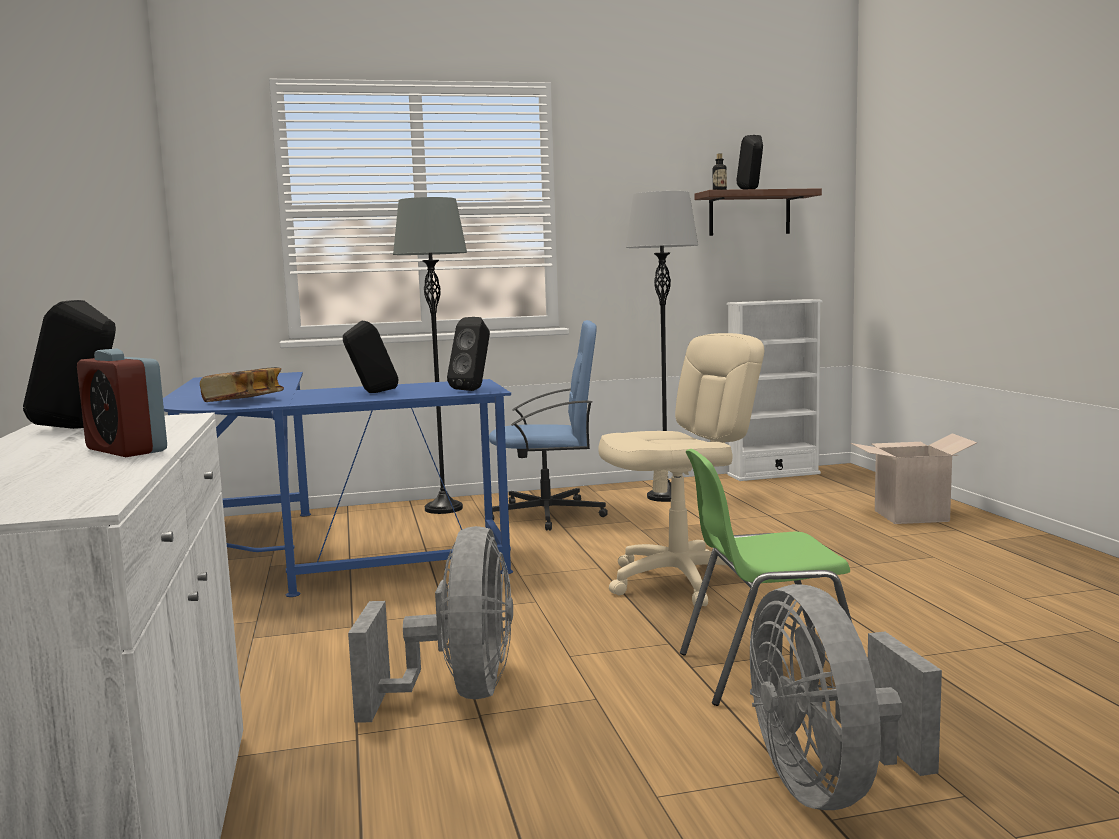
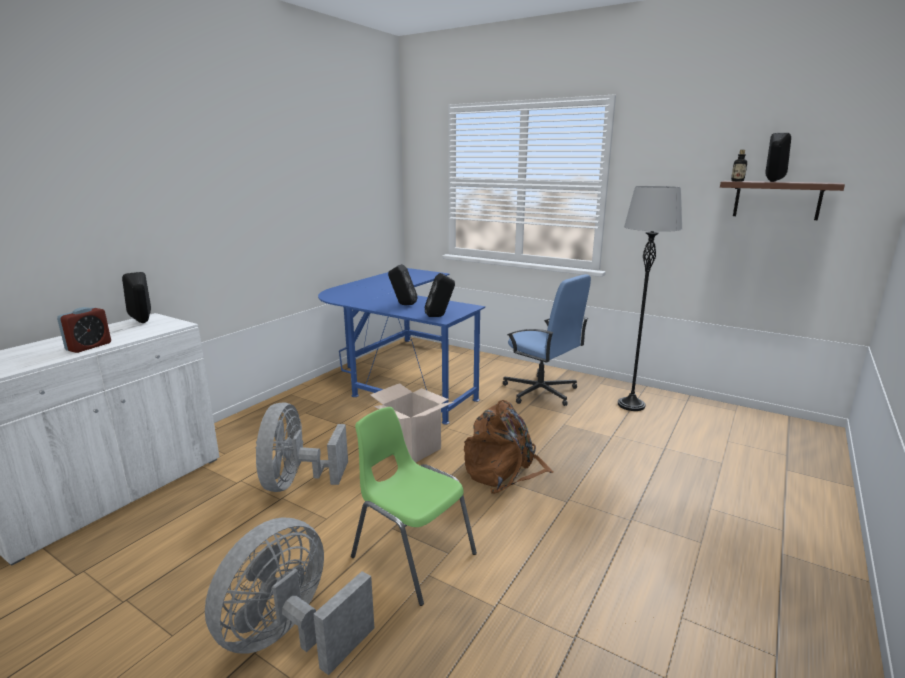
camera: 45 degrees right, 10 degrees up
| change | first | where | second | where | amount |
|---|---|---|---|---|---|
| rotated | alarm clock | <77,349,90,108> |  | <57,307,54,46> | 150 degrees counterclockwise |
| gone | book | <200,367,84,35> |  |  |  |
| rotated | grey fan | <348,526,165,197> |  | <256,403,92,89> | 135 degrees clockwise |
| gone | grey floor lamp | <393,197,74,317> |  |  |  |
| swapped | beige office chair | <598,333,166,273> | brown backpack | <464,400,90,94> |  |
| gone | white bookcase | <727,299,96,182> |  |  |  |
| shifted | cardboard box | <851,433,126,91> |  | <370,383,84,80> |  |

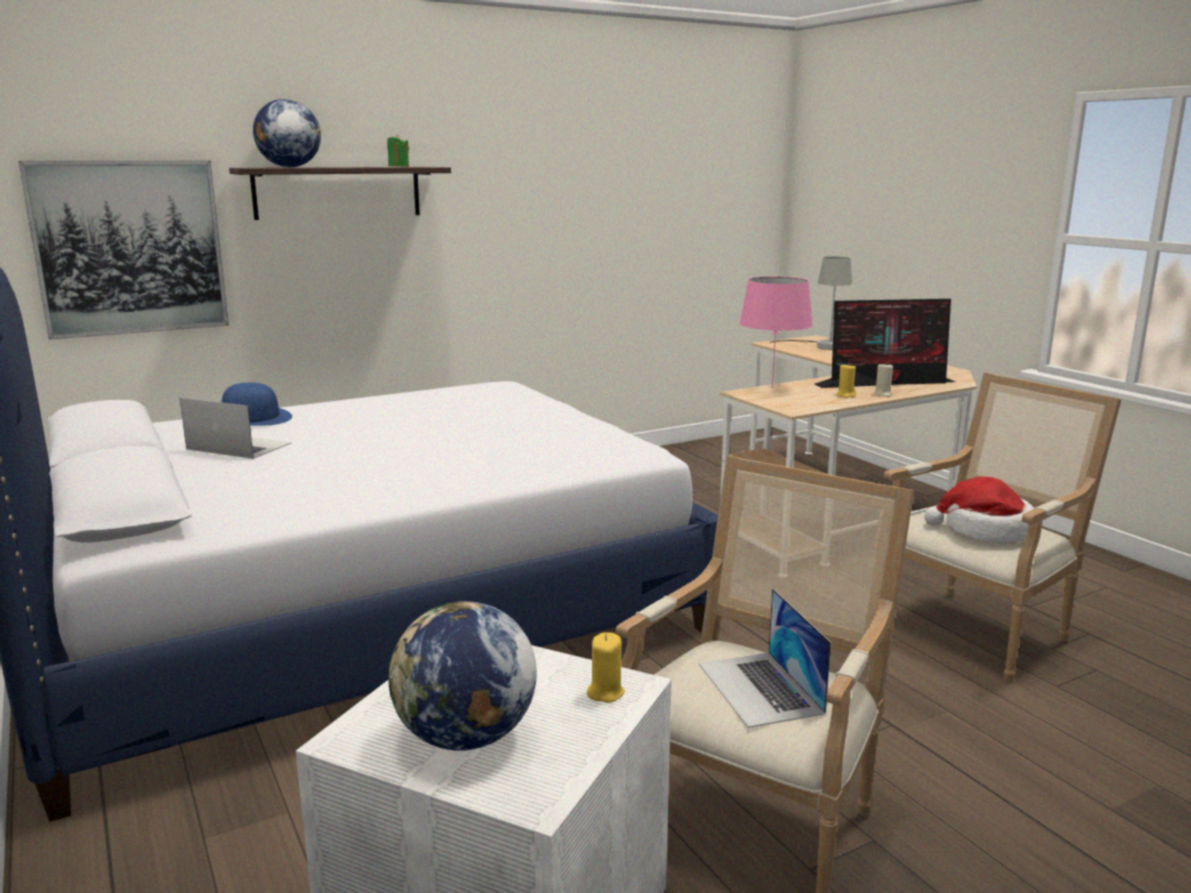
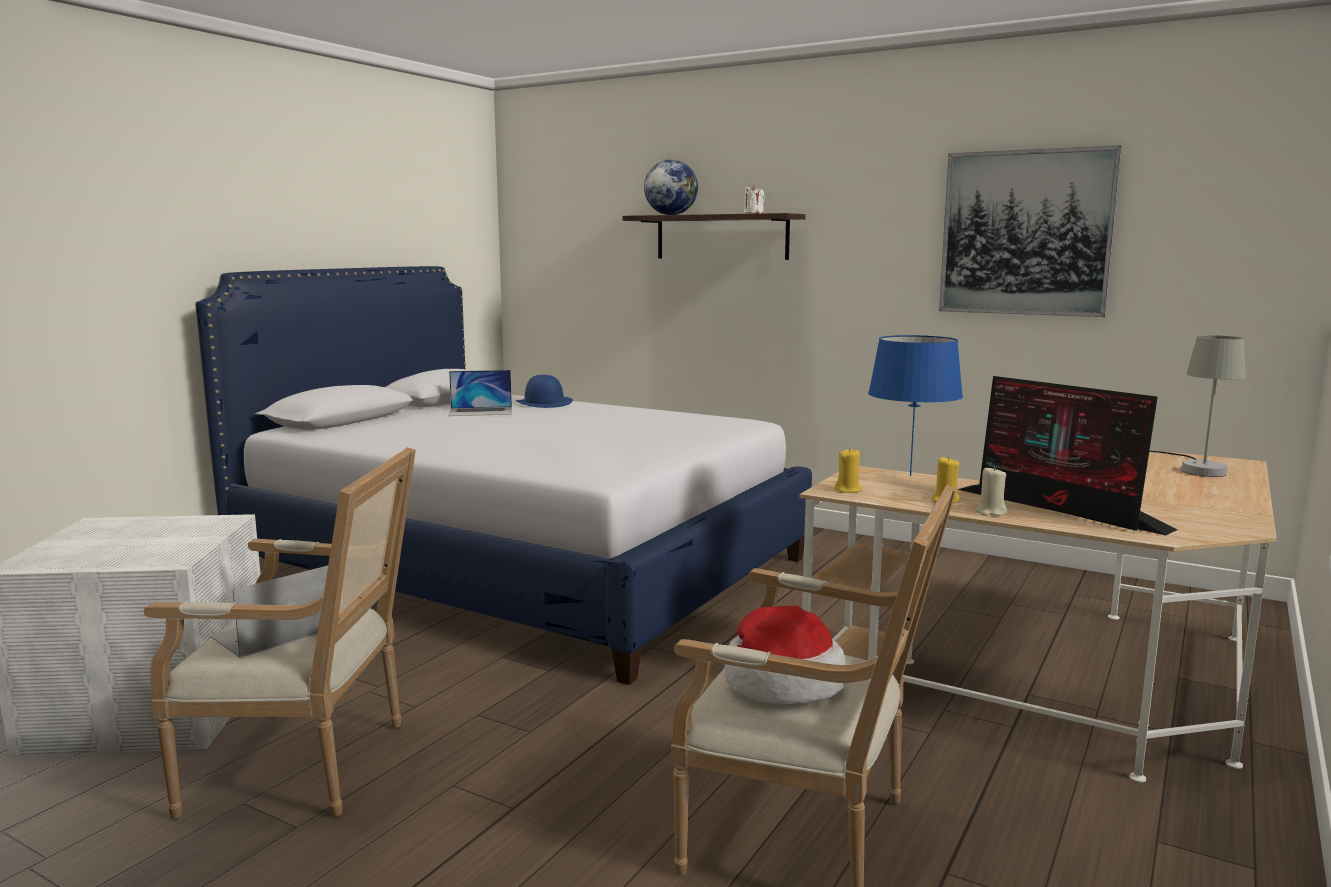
camera: 60 degrees right, 5 degrees down
| change | first | where | second | where | amount |
|---|---|---|---|---|---|
| shifted | picture | <19,161,210,179> |  | <939,145,183,172> |  |
| rotated | laptop | <180,398,111,61> |  | <448,370,64,46> | 90 degrees clockwise |
| repainted | green candle | <387,135,22,32> | white candle | <744,185,21,28> |  |
| gone | globe | <388,601,149,150> |  |  |  |
| shifted | yellow candle | <587,632,38,71> |  | <835,448,27,45> |  |
| repainted | pink table lamp | <740,277,73,111> | blue table lamp | <868,335,95,141> |  |

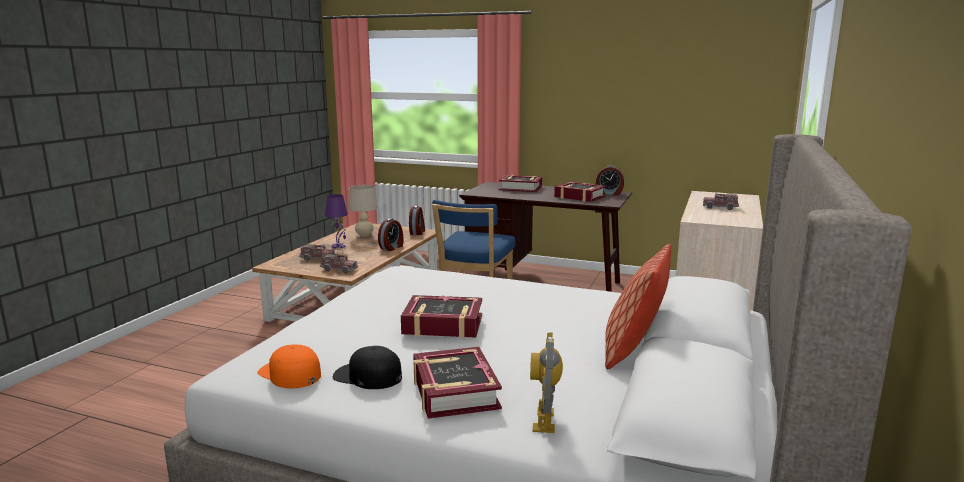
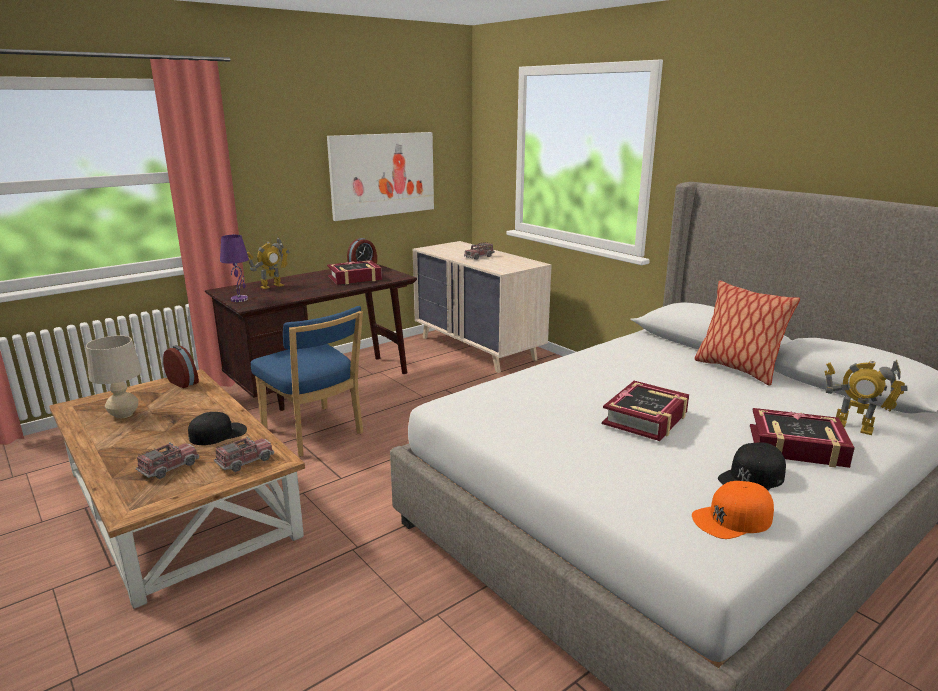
camera: 60 degrees left, 5 degrees up
| change | first | where | second | where | amount |
|---|---|---|---|---|---|
| shifted | purple table lamp | <325,194,23,55> |  | <220,235,29,67> |  |
| gone | alarm clock | <378,219,25,32> |  |  |  |
| swapped | book | <499,175,43,17> | toy robot | <247,237,43,52> |  |
| new |  |  | black cap | <188,412,59,33> |  |
| new |  |  | picture | <327,132,107,89> |  |

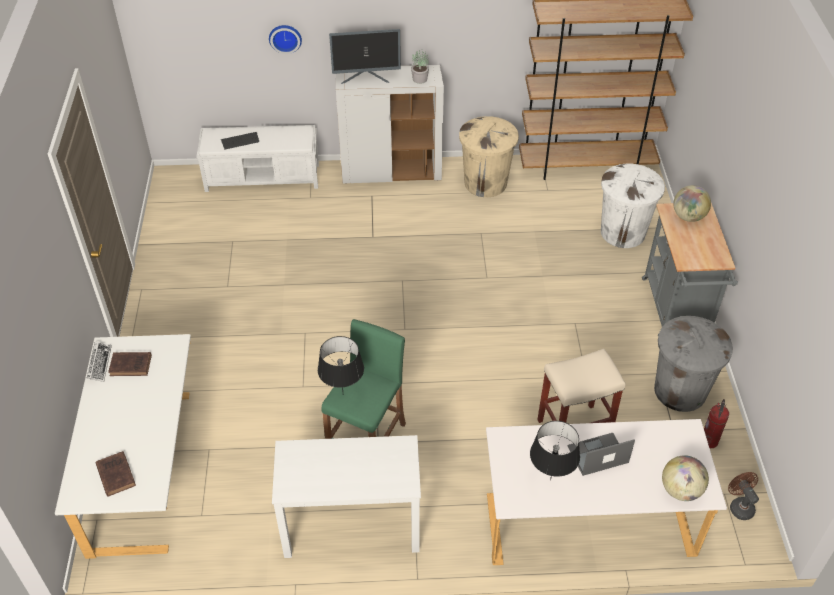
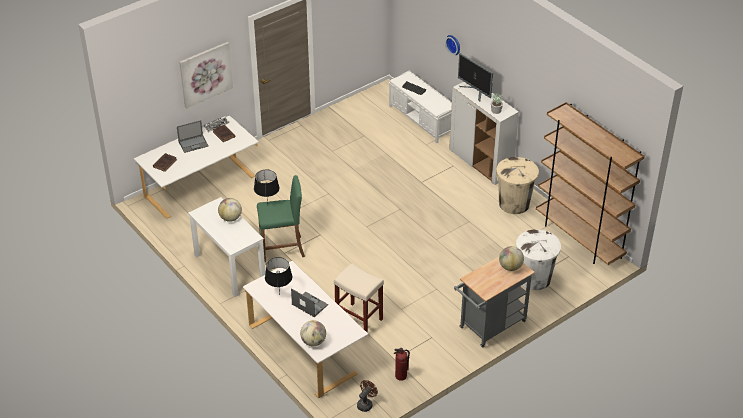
camera: 55 degrees right, 5 degrees down
| change | first | where | second | where | amount |
|---|---|---|---|---|---|
| gone | grey trash can | <654,316,79,96> |  |  |  |
| new |  |  | laptop | <177,120,32,33> |  |
| new |  |  | picture | <179,42,54,67> |  |
| new |  |  | globe | <218,198,24,24> |  |

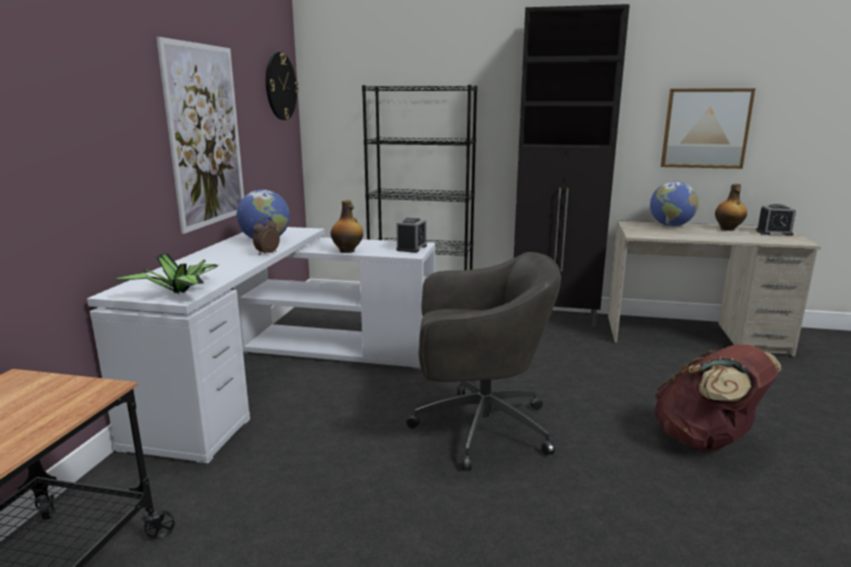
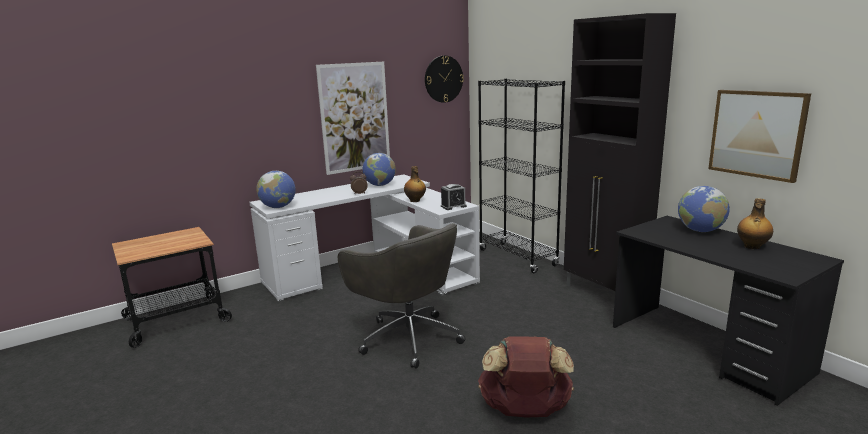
camera: 45 degrees right, 0 degrees up
| change | first | where | second | where | amount |
|---|---|---|---|---|---|
| swapped | potted plant | <114,254,104,40> | globe | <257,171,39,37> |  |
| repainted | beige desk | <608,220,213,137> | black desk | <613,216,231,190> |  |
| gone | alarm clock | <756,204,40,32> |  |  |  |

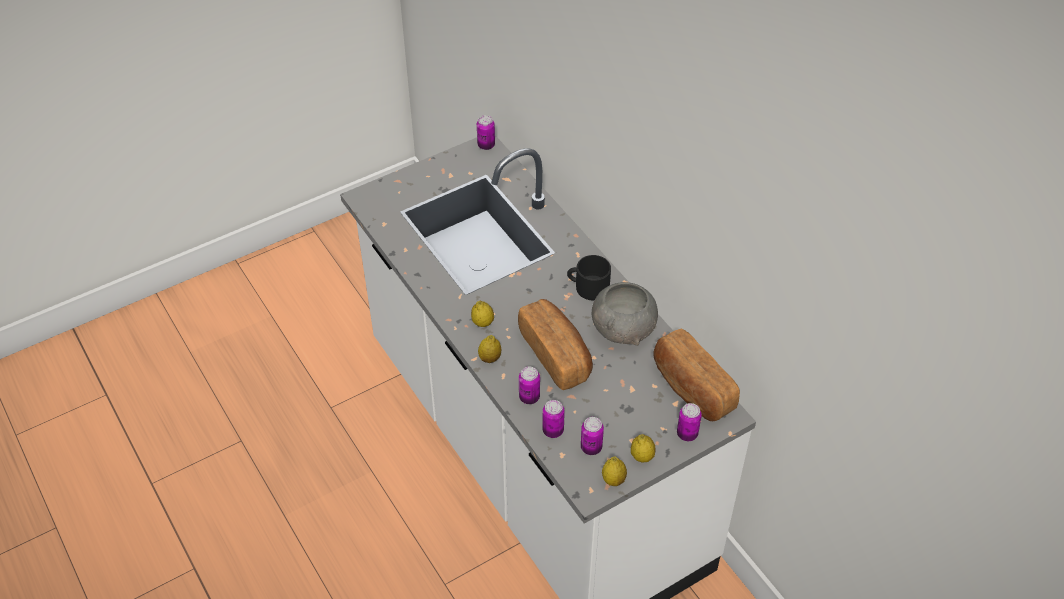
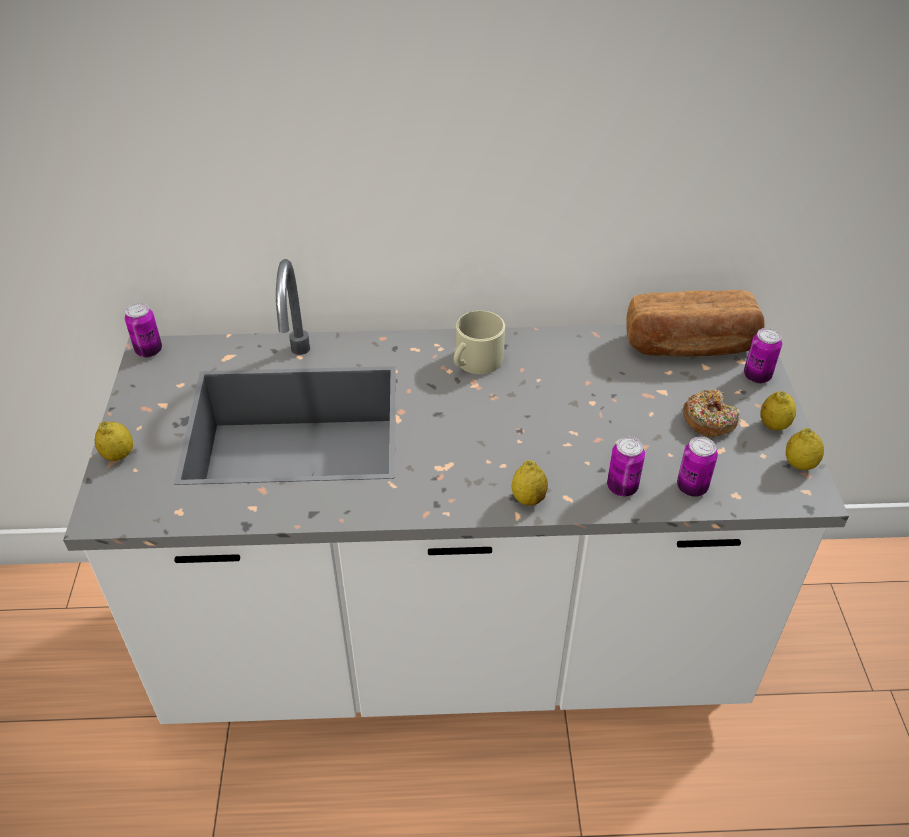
camera: 60 degrees left, 5 degrees down
| change | first | where | second | where | amount |
|---|---|---|---|---|---|
| shifted | lemon | <471,301,23,26> |  | <95,421,38,40> |  |
| gone | bread | <518,299,75,91> |  |  |  |
| repainted | black mug | <567,255,44,45> | beige mug | <454,311,51,63> |  |
| gone | can | <581,417,23,38> |  |  |  |
| gone | grey bowl | <592,282,66,64> |  |  |  |
| new |  |  | donut | <683,389,57,48> |  |

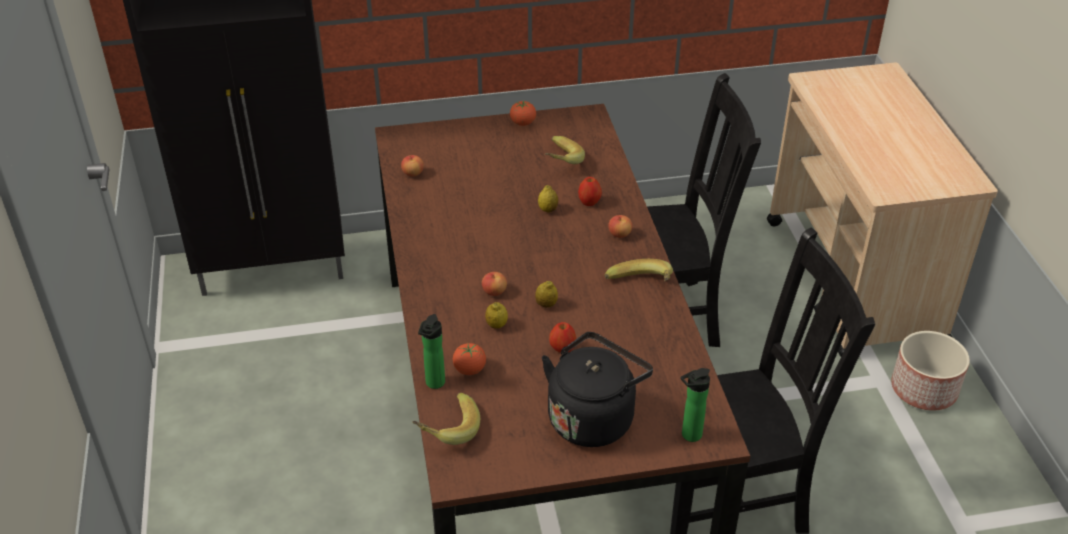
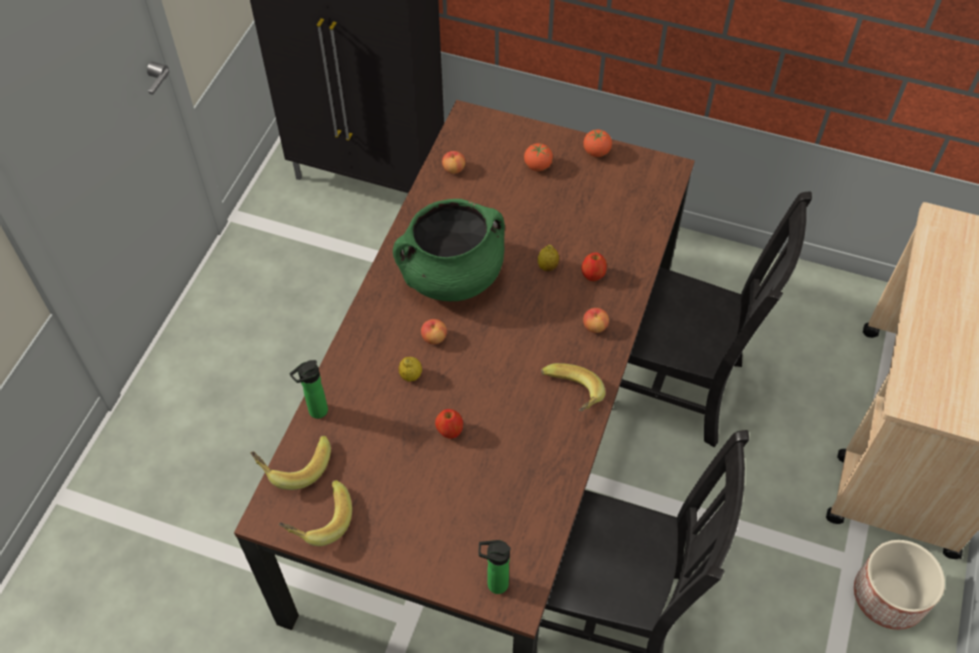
camera: 30 degrees right, 15 degrees up
| change | first | where | second | where | amount |
|---|---|---|---|---|---|
| shifted | tomato | <453,342,33,33> |  | <524,143,29,28> |  |
| gone | lemon | <535,281,23,27> |  |  |  |
| gone | black kettle | <542,332,111,115> |  |  |  |
| shifted | banana | <545,136,40,28> |  | <279,480,73,66> |  |
| new |  |  | green cooking pot | <393,199,112,102> |  |

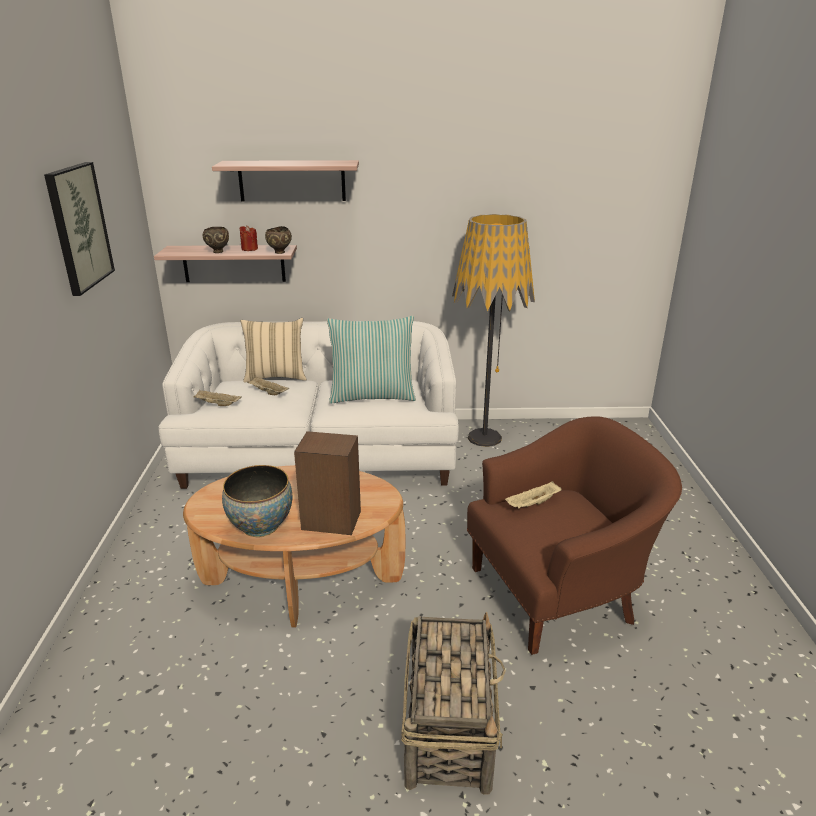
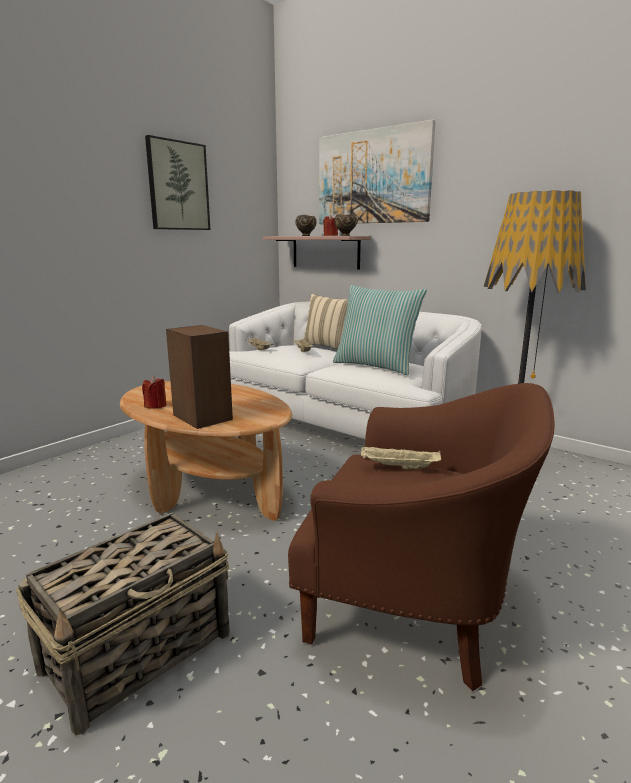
camera: 40 degrees right, 10 degrees down
| change | first | where | second | where | amount |
|---|---|---|---|---|---|
| swapped | shelf | <212,160,147,41> | picture | <319,120,117,104> |  |
| swapped | bowl | <222,465,70,72> | red candle | <142,376,25,33> |  |

